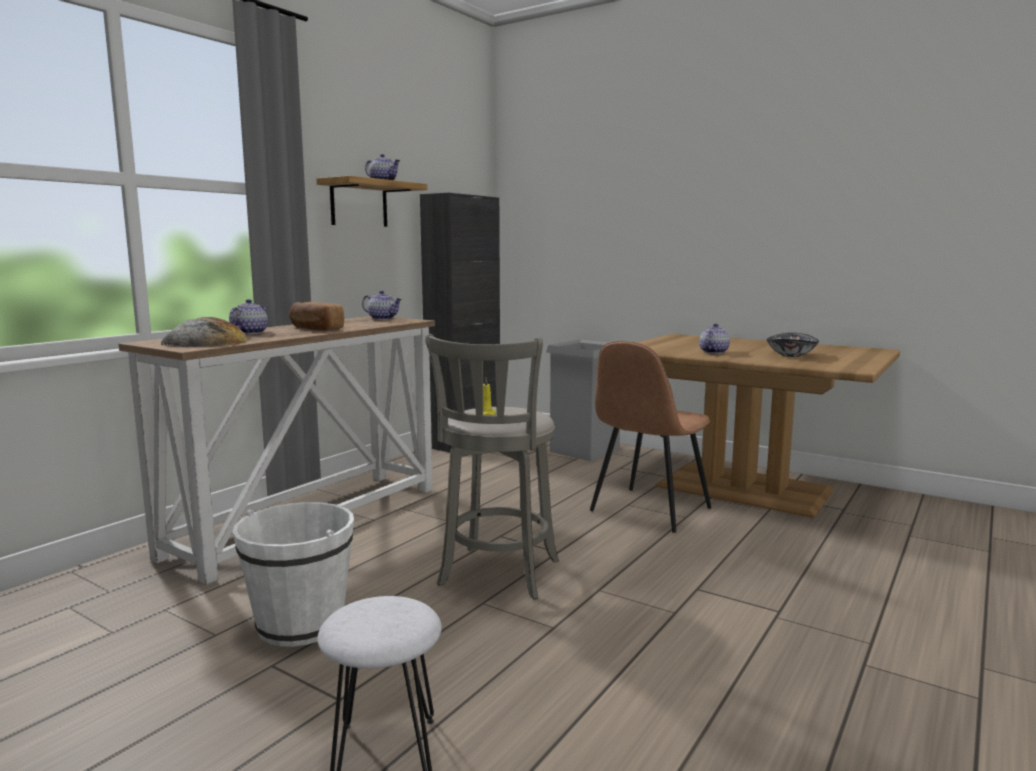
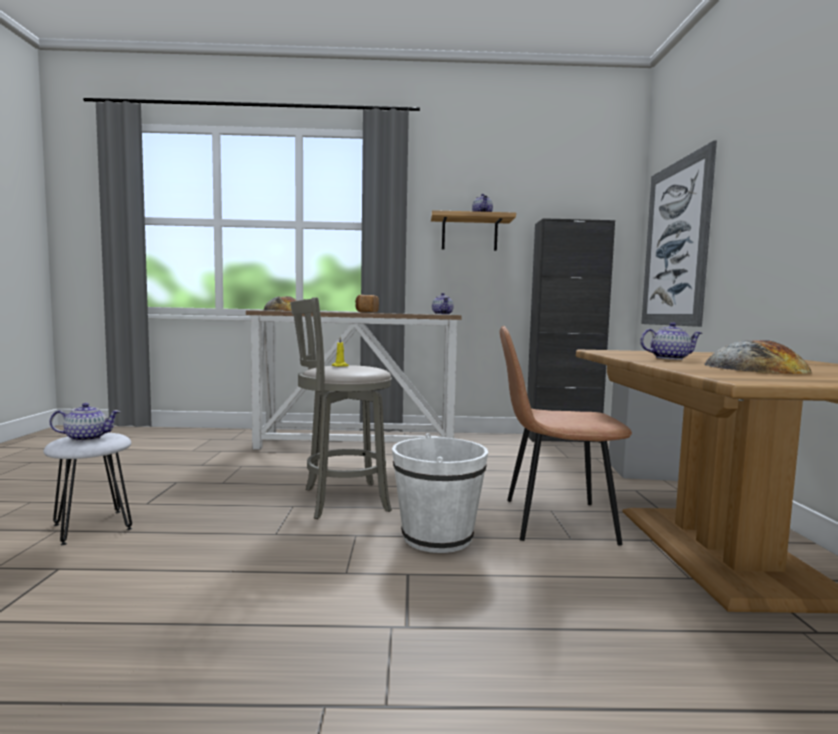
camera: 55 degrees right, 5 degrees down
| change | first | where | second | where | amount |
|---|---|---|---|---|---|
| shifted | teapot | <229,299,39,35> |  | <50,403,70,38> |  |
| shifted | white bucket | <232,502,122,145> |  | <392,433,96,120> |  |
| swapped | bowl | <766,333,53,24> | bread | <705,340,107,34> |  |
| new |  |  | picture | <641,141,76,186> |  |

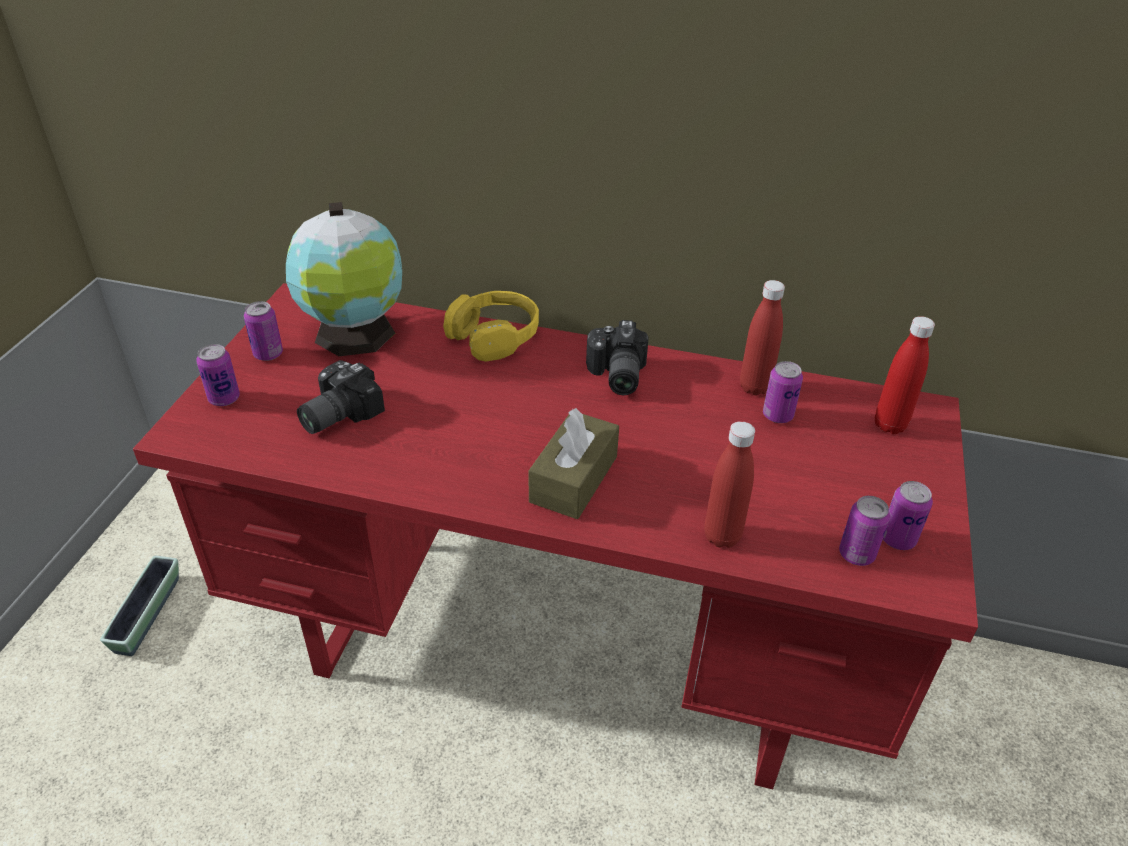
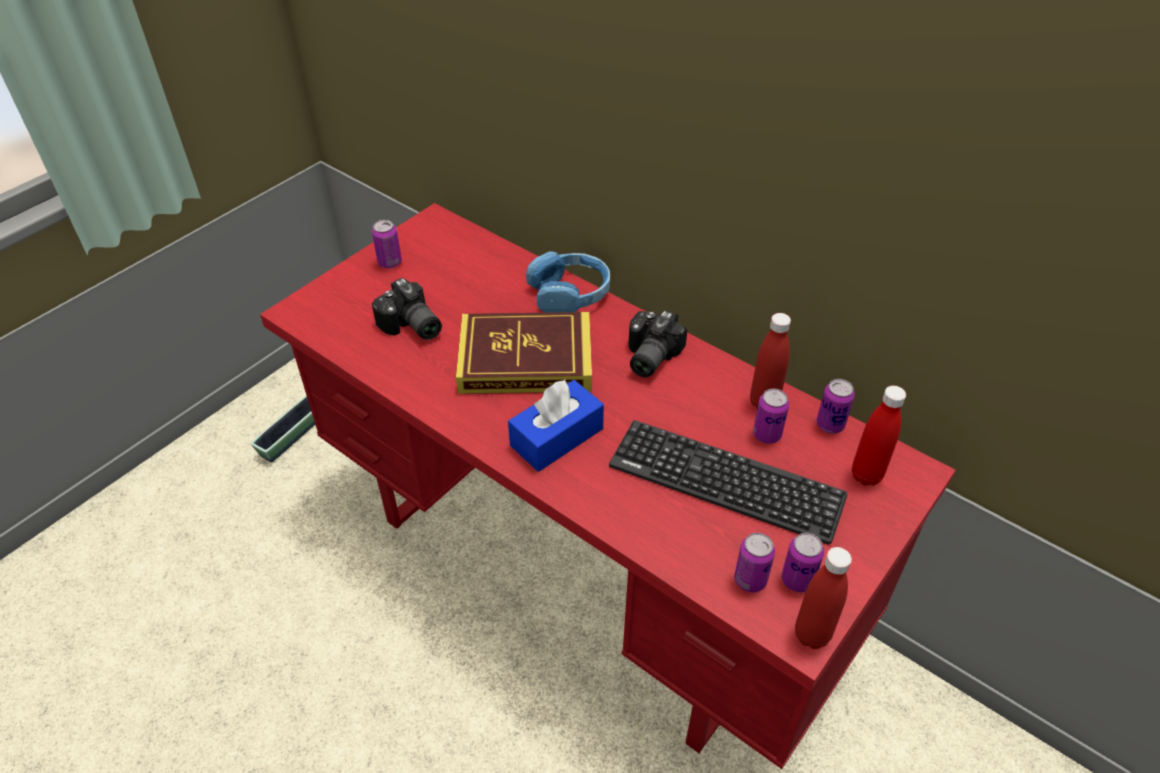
camera: 25 degrees right, 5 degrees up
| change | first | where | second | where | amount |
|---|---|---|---|---|---|
| shifted | can | <196,344,44,62> |  | <817,379,38,55> |  |
| gone | globe | <286,202,116,154> |  |  |  |
| rotated | photo camera | <297,360,88,74> |  | <372,278,70,62> | 105 degrees counterclockwise |
| repainted | yellow headphones | <443,291,96,71> | blue headphones | <526,251,84,62> |  |
| repainted | brown tissue box | <529,408,90,111> | blue tissue box | <508,380,96,92> |  |
| shifted | red bottle | <704,421,51,127> |  | <795,547,57,102> |  |
| new |  |  | book | <456,312,136,82> |  |
| new |  |  | keyboard | <609,420,238,124> |  |

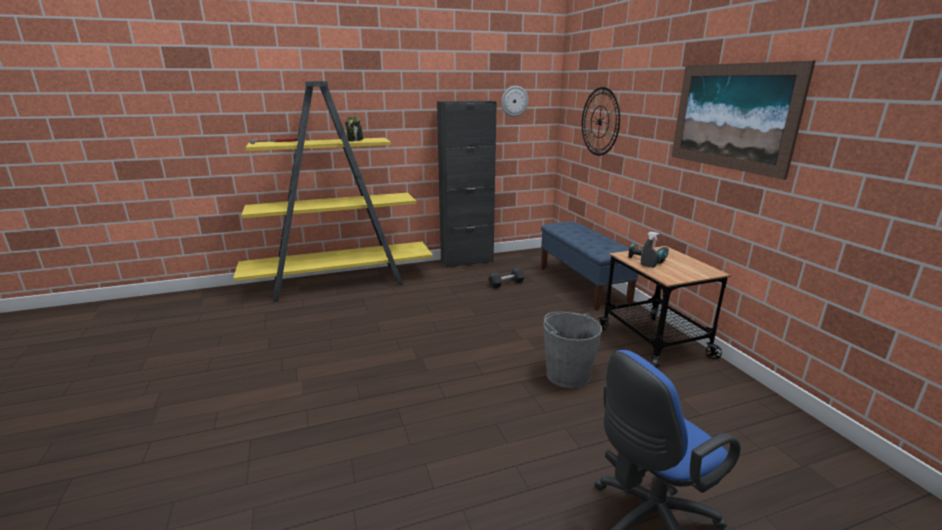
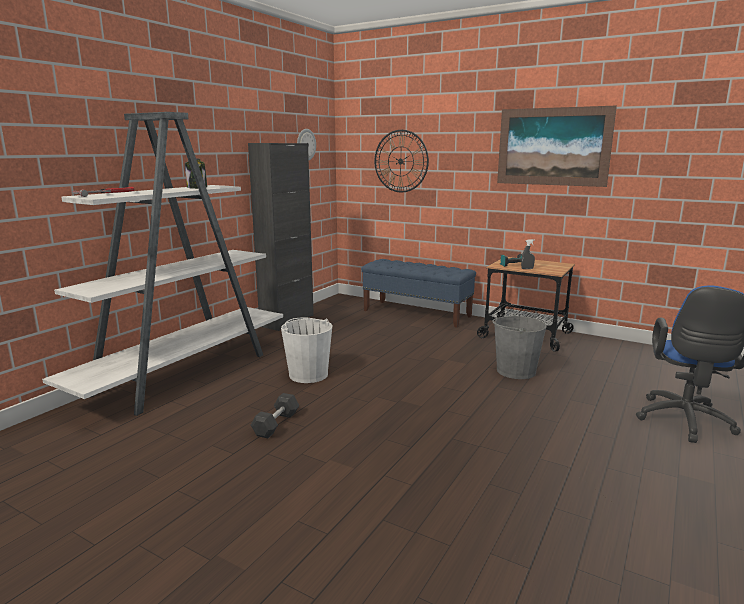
camera: 40 degrees left, 5 degrees down
| change | first | where | second | where | amount |
|---|---|---|---|---|---|
| repainted | yellow bookcase | <233,81,200,221> | white bookcase | <42,112,241,304> |  |
| shifted | grey dumbbell | <488,267,37,21> |  | <251,393,48,45> |  |
| new |  |  | white bucket | <281,318,52,65> |  |

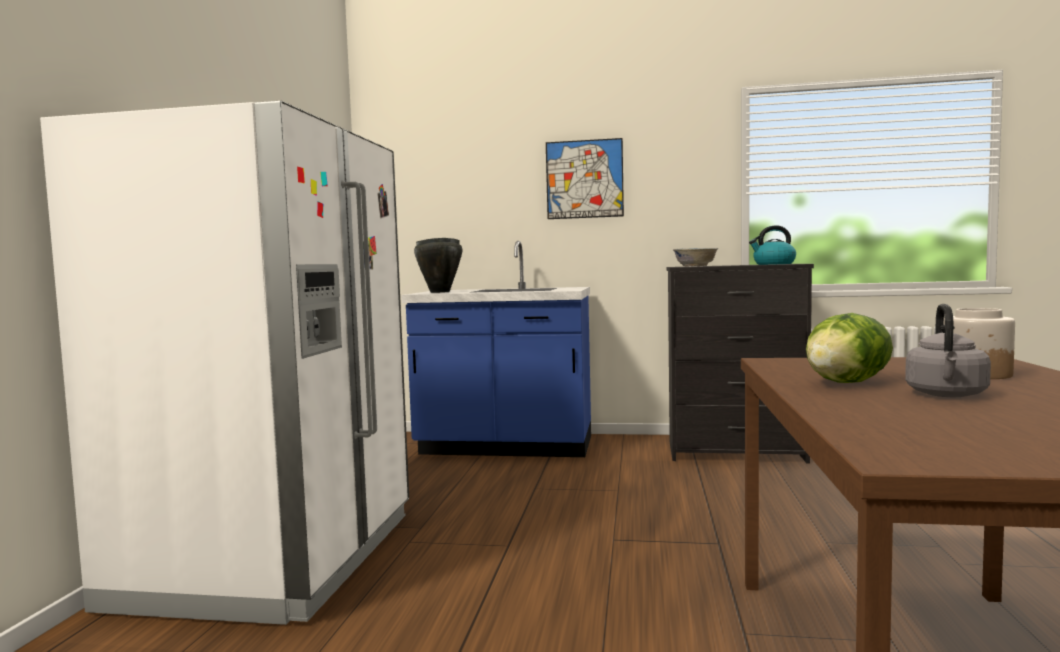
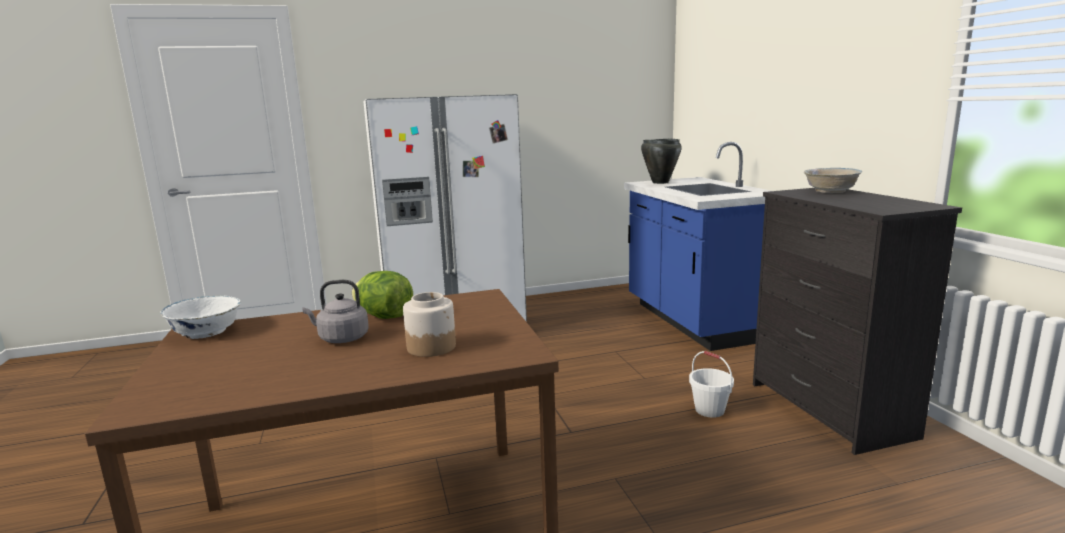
camera: 65 degrees right, 10 degrees up
| change | first | where | second | where | amount |
|---|---|---|---|---|---|
| gone | picture | <546,138,78,81> |  |  |  |
| gone | kettle | <749,225,47,40> |  |  |  |
| new |  |  | white bowl | <160,295,81,44> |  |
| new |  |  | white bucket | <689,351,45,67> |  |

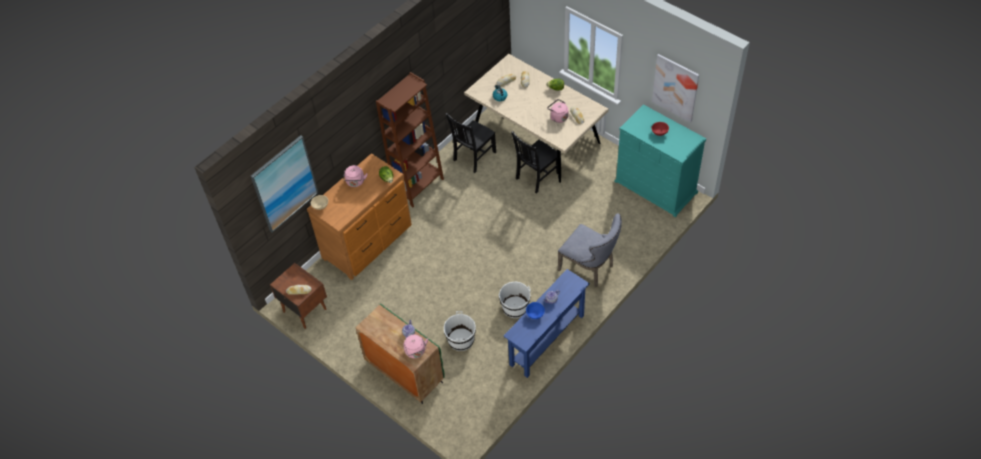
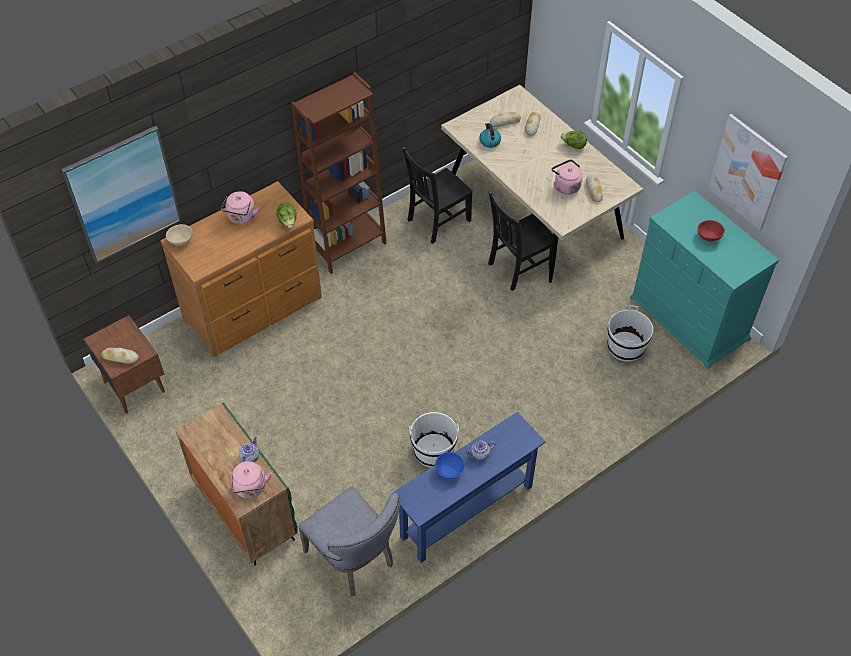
camera: 10 degrees right, 0 degrees up
| change | first | where | second | where | amount |
|---|---|---|---|---|---|
| shifted | white bucket | <444,311,32,40> |  | <608,305,45,57> |  |
| shifted | grey chair | <558,213,64,74> |  | <298,486,102,110> |  |

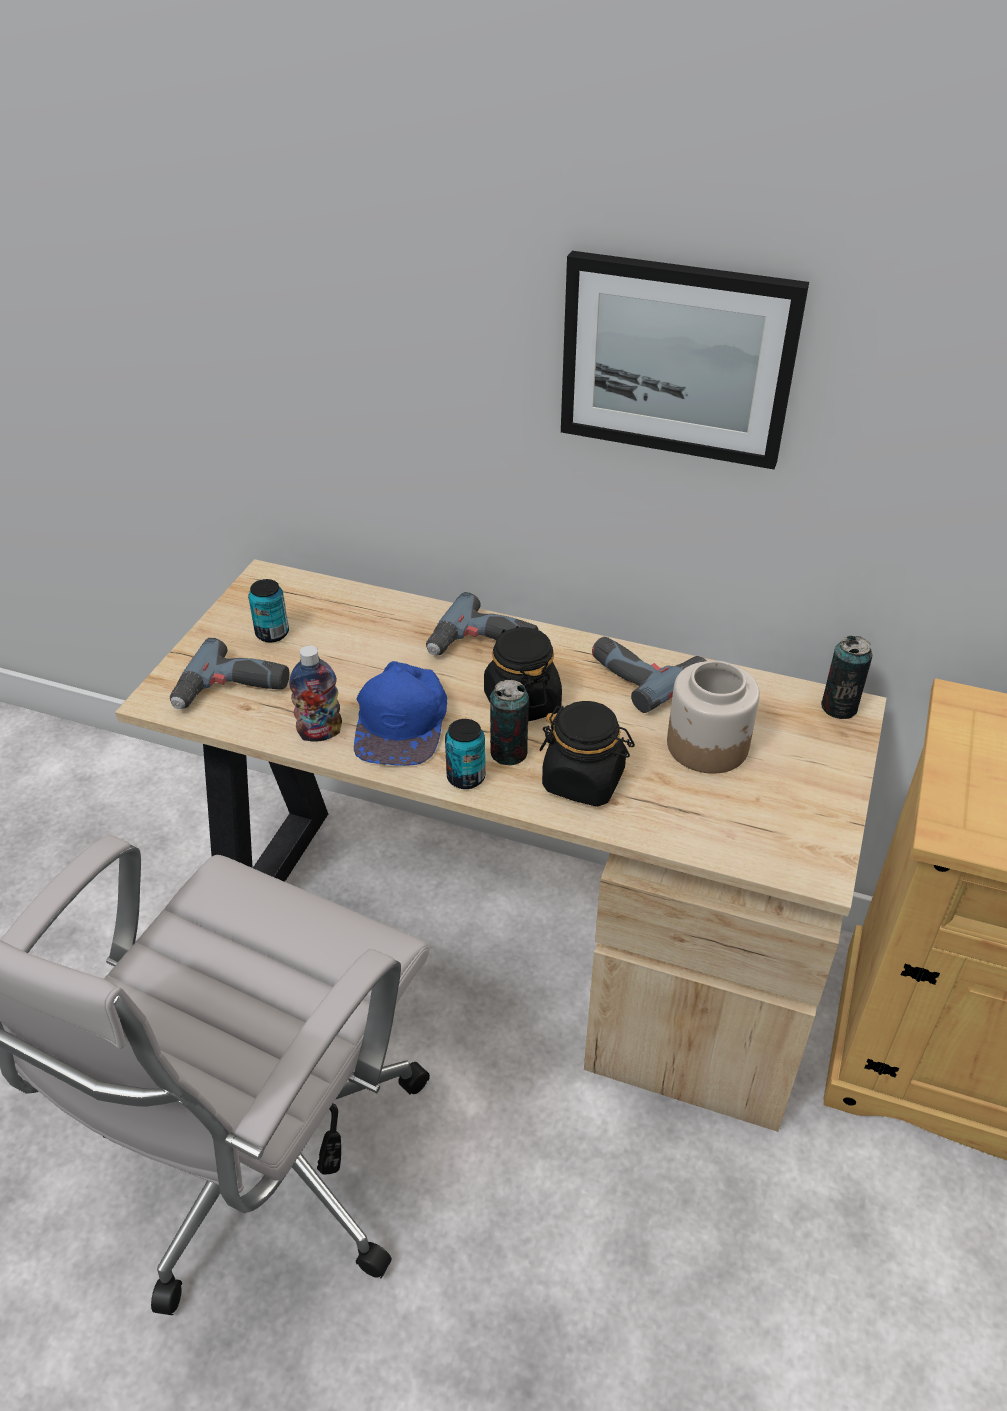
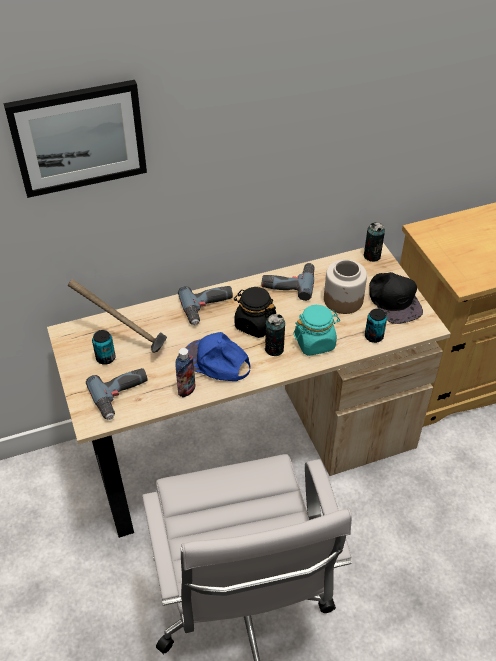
camera: 40 degrees left, 5 degrees up
| change | first | where | second | where | amount |
|---|---|---|---|---|---|
| rotated | blue cap | <354,661,93,105> |  | <186,332,65,49> | 150 degrees clockwise |
| shifted | can | <445,719,40,70> |  | <365,309,22,34> |  |
| repainted | black jar | <539,701,96,106> | turquoise jar | <293,305,47,51> |  |
| shifted | picture | <561,251,248,218> |  | <4,80,143,118> |  |
| new |  |  | hammer | <68,279,99,74> |  |
| new |  |  | black cap | <369,272,54,52> |  |

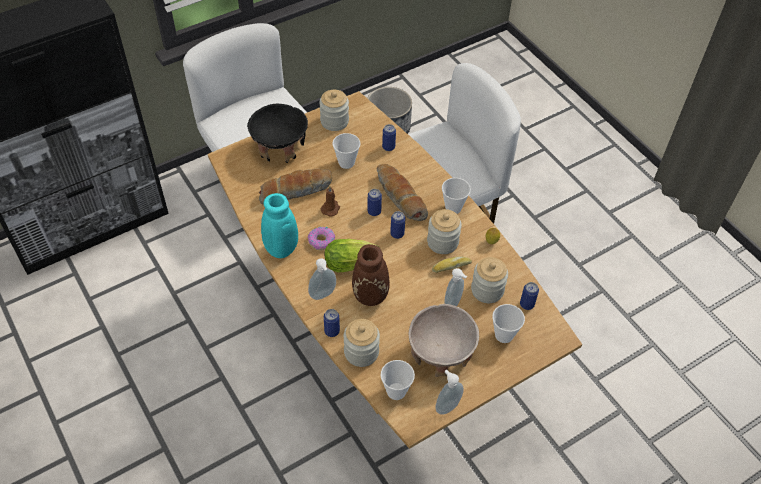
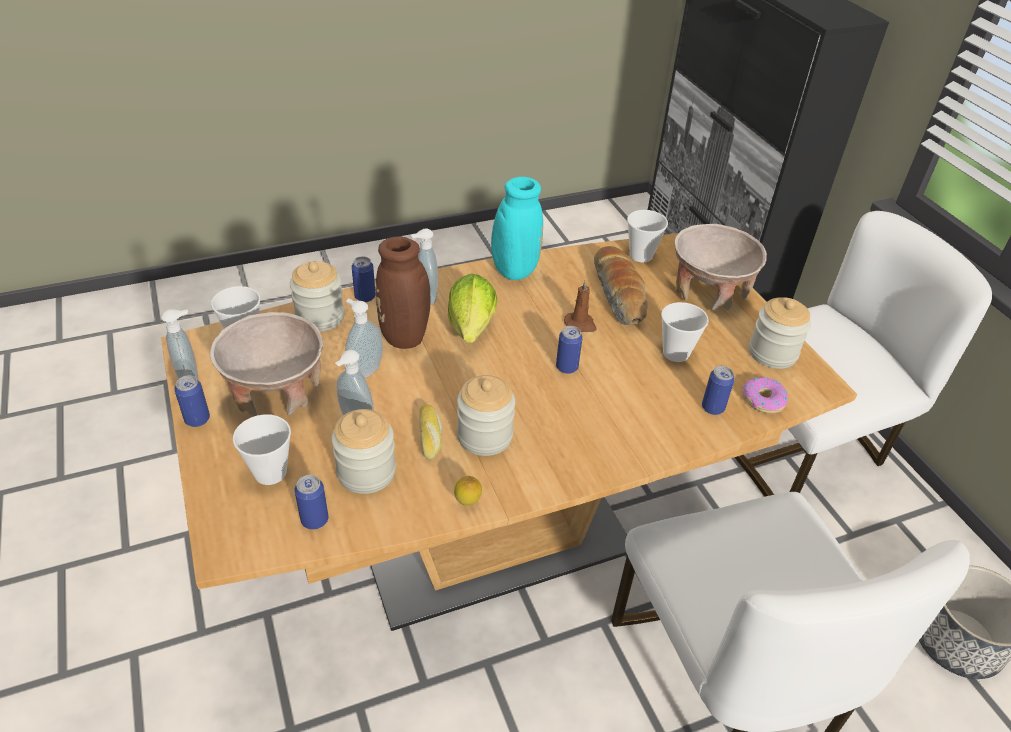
camera: 100 degrees right, 10 degrees down
| change | first | where | second | where | amount |
|---|---|---|---|---|---|
| repainted | black bowl | <247,104,61,59> | beige bowl | <674,223,93,88> |  |
| shifted | donut | <308,227,27,23> |  | <742,377,46,36> |  |
| gone | bread | <377,164,51,57> |  |  |  |
| shifted | can | <390,211,16,28> |  | <174,375,36,52> |  |
| shifted | cup | <442,178,29,36> |  | <627,210,41,52> |  |
| new |  |  | soap dispenser | <345,299,38,79> |  |

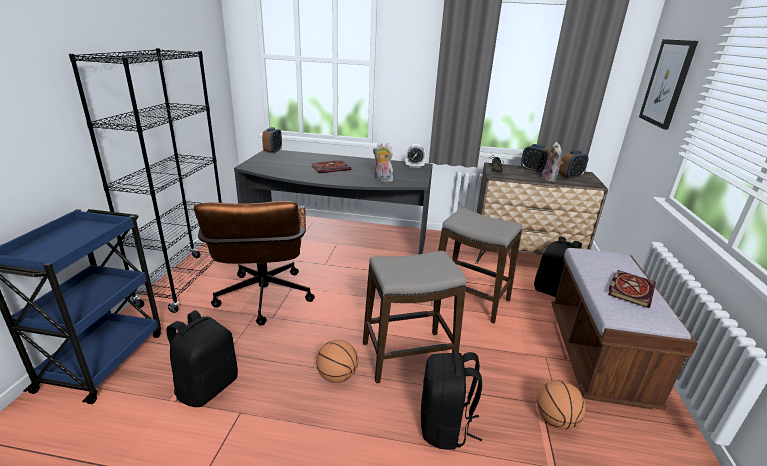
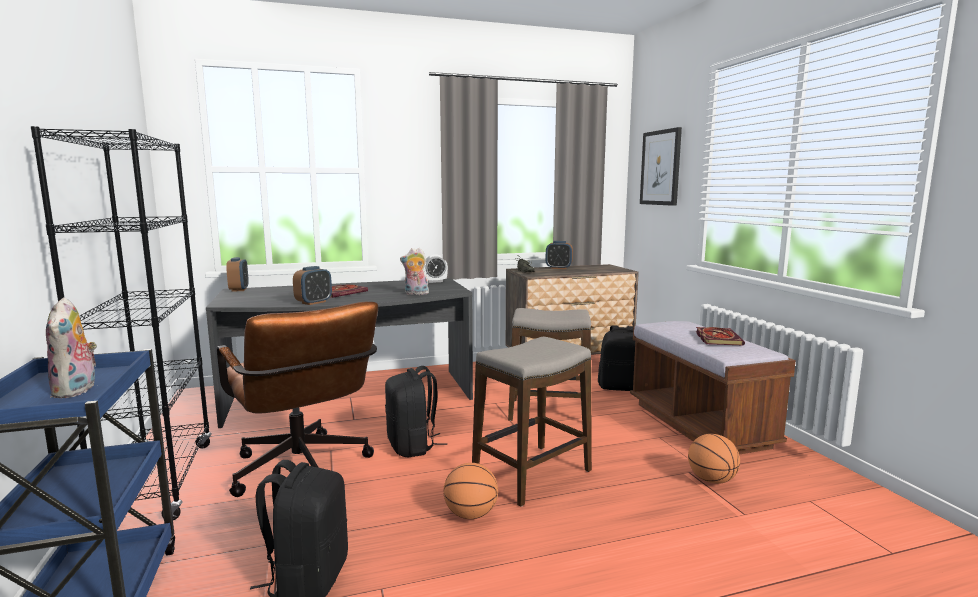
camera: 25 degrees left, 15 degrees down
| change | first | where | second | where | amount |
|---|---|---|---|---|---|
| shifted | black backpack | <421,352,61,98> |  | <385,366,62,91> |  |
| shifted | plush toy | <542,142,21,40> |  | <46,297,51,101> |  |
| shifted | alarm clock | <559,151,29,29> |  | <293,266,39,39> |  |

